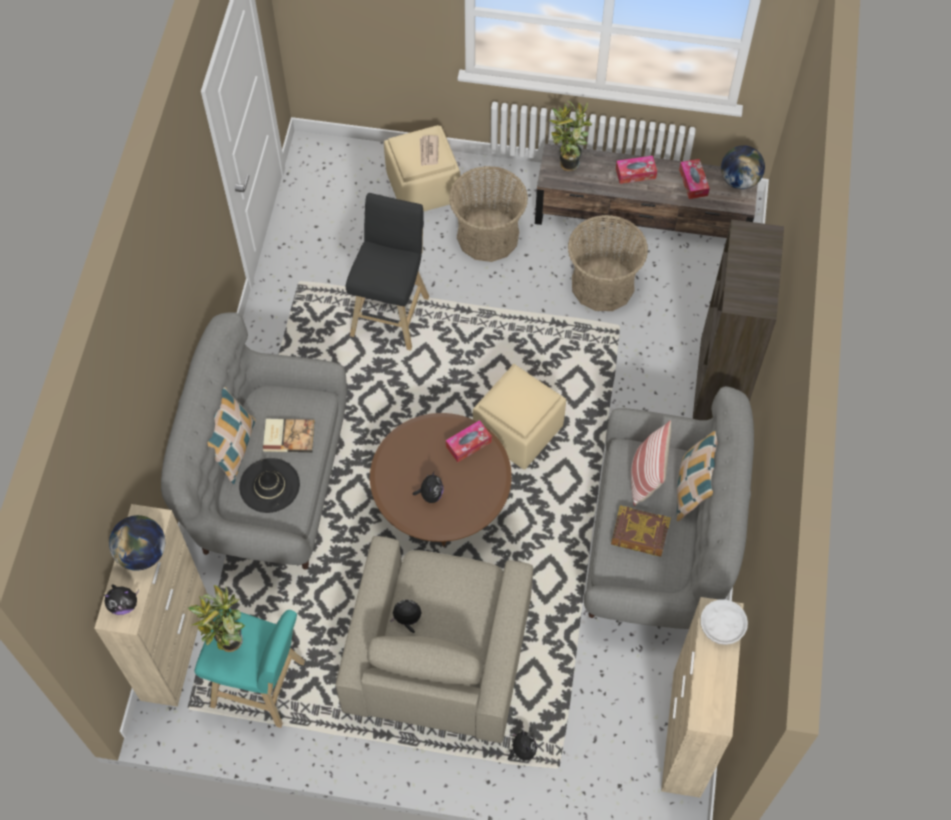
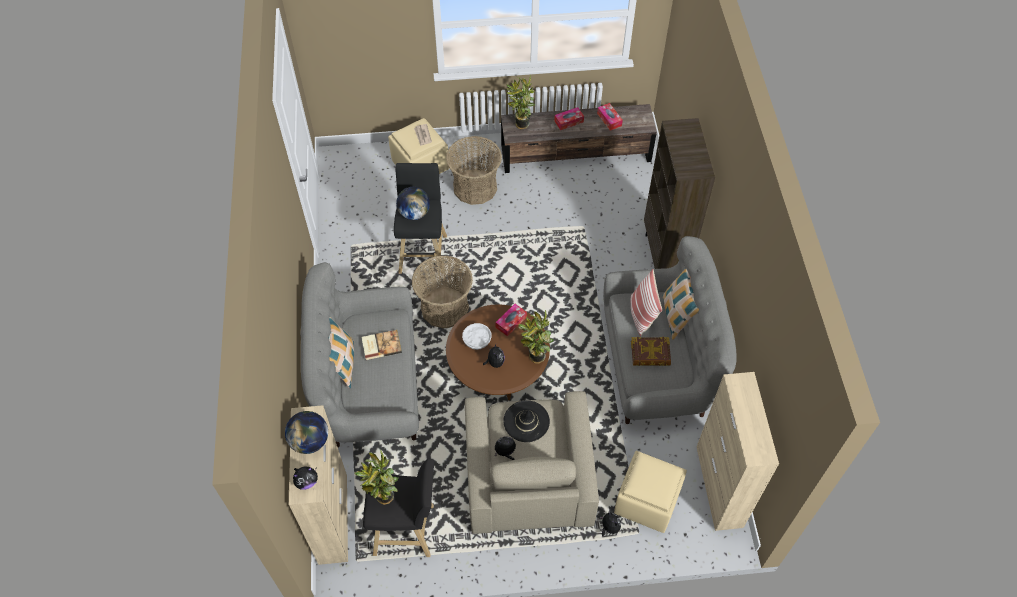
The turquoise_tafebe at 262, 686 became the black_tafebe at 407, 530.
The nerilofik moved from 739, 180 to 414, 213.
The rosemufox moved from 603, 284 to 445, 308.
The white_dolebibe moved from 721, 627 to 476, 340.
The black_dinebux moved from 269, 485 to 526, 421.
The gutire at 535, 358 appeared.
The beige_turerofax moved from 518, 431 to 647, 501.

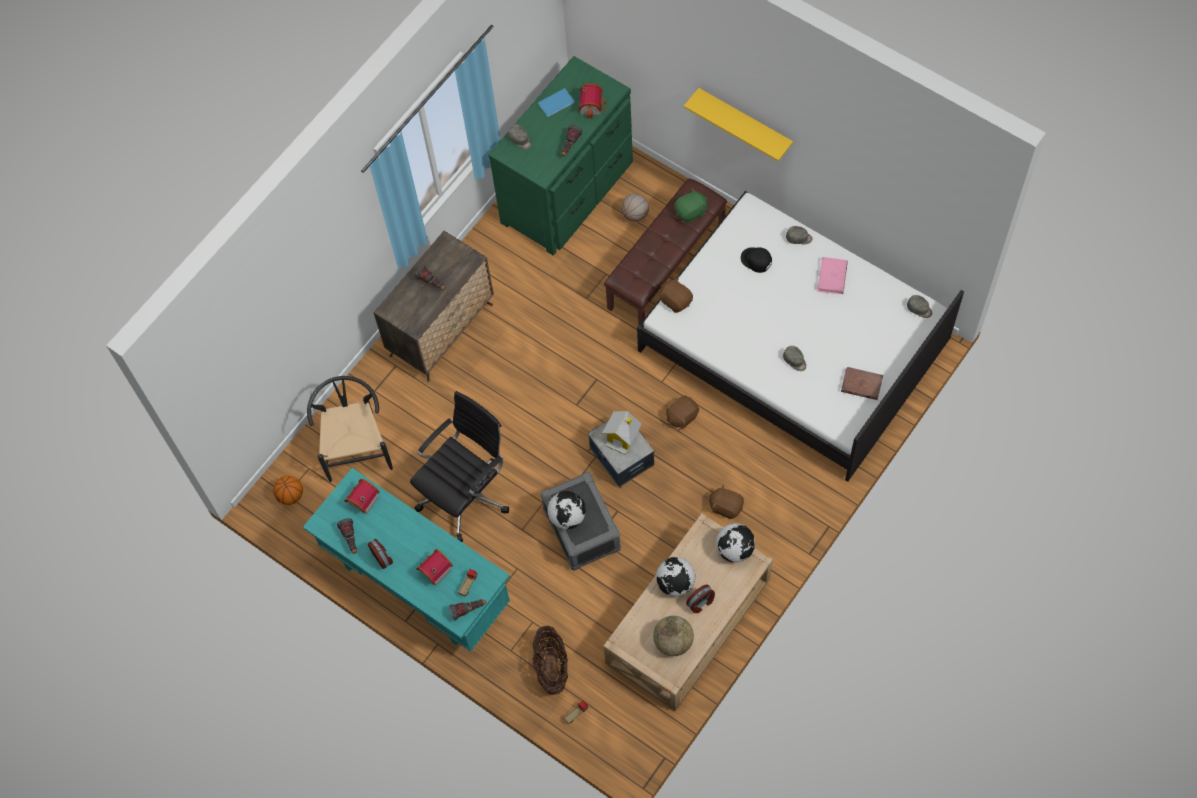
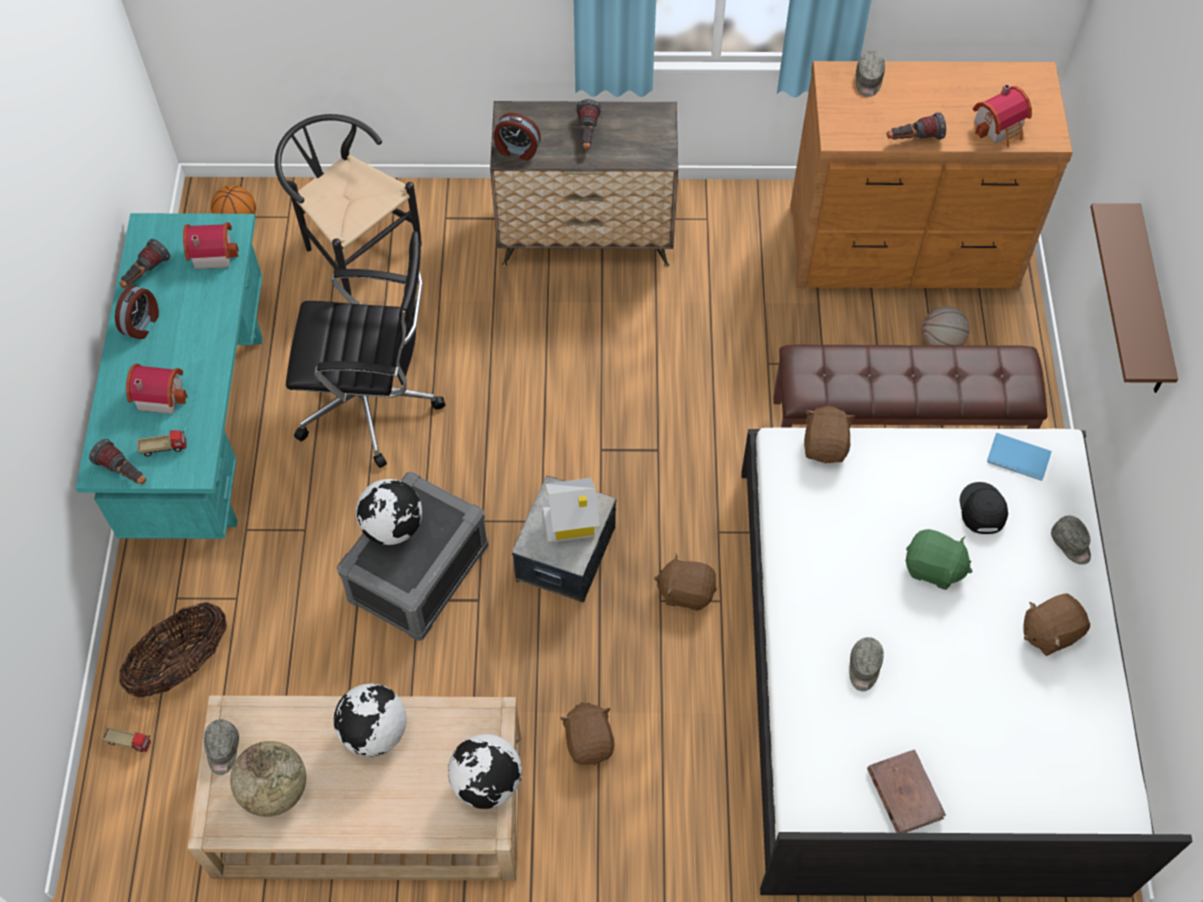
The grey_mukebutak moved from 919, 309 to 222, 750.
The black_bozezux at 356, 447 turned 90 degrees counterclockwise.
The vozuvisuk moved from 701, 603 to 517, 150.
The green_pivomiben at 569, 192 became the brown_pivomiben at 904, 249.
The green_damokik moved from 691, 212 to 933, 568.
The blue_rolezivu moved from 557, 103 to 1019, 459.
The pink_rolezivu at 832, 277 was replaced by the brown_damokik at 1049, 632.
The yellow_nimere at 744, 122 became the brown_nimere at 1150, 305.

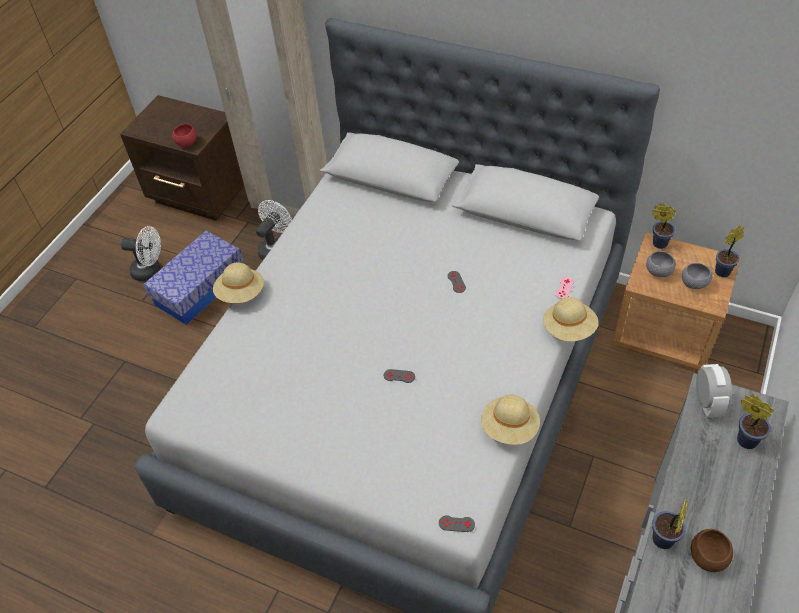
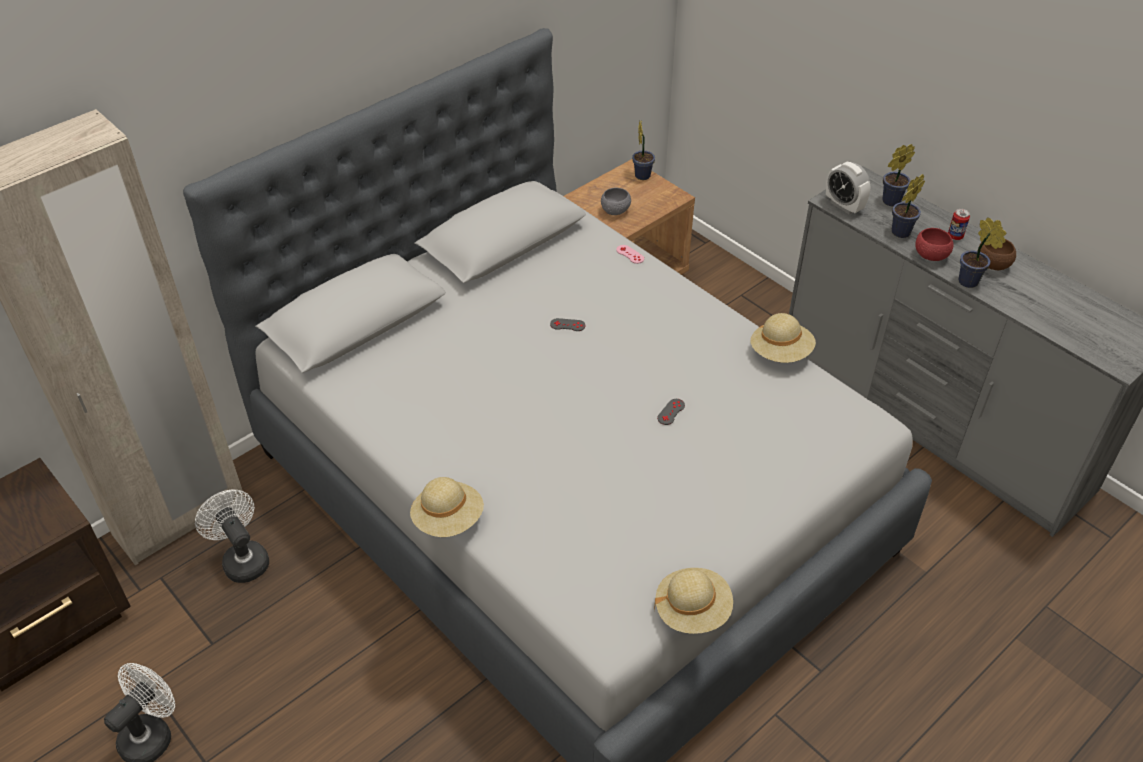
The beige_dinebux moved from 569, 329 to 692, 610.
The vozuvisuk at 706, 403 turned 150 degrees counterclockwise.
The gutire moved from 657, 243 to 899, 233.
The red_dolebibe moved from 187, 143 to 931, 256.
The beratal at 955, 236 appeared.
The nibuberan at 200, 288 disappeared.
The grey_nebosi at 456, 523 disappeared.
The grey_dolebibe at 694, 283 disappeared.

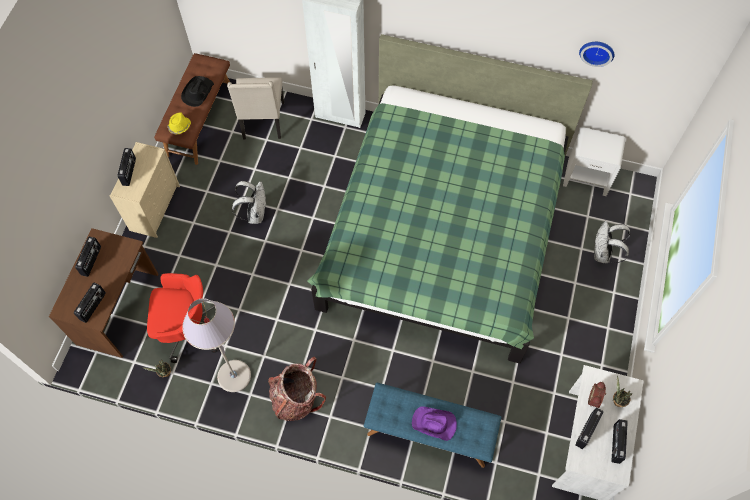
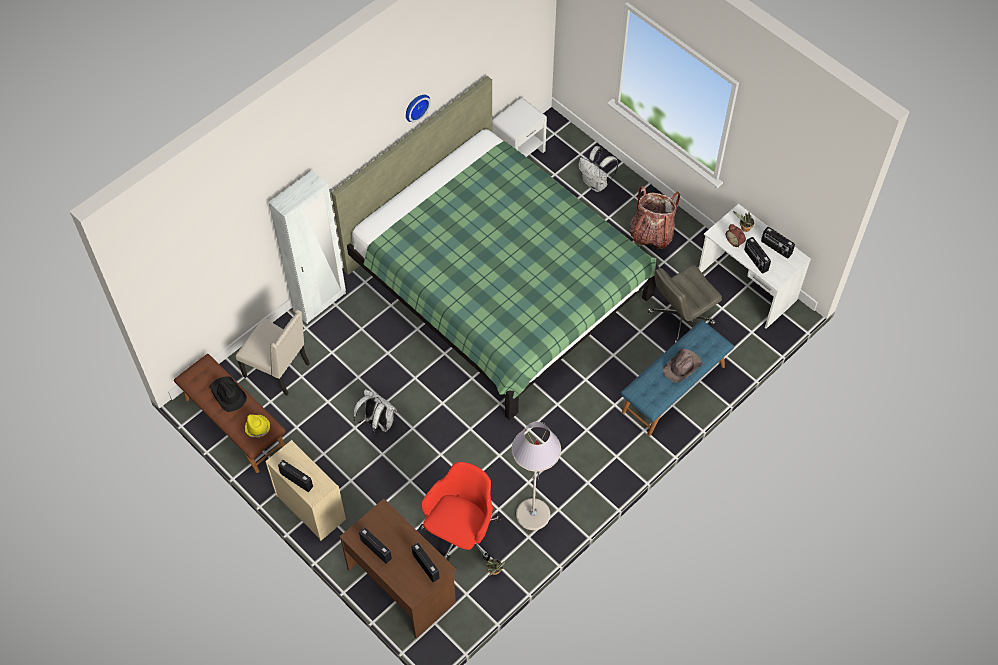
The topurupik moved from 597, 51 to 415, 106.
The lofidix moved from 296, 398 to 651, 234.
The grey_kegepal at 680, 318 appeared.
The purple_dinebux at 434, 424 became the brown_dinebux at 682, 367.

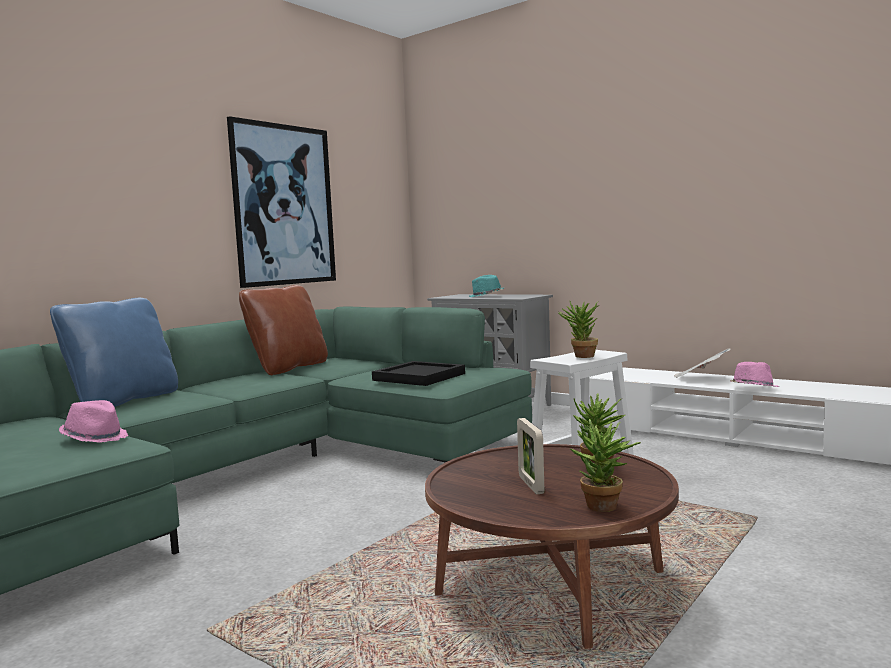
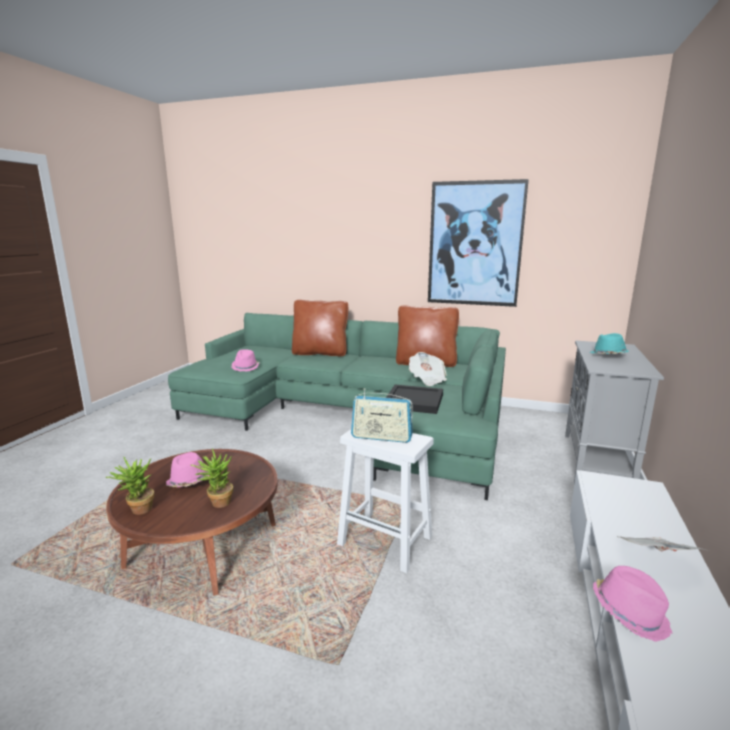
The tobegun at 531, 485 was replaced by the pink_dinebux at 189, 482.
The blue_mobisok at 123, 401 became the brown_mobisok at 320, 353.
The gutire at 580, 356 was replaced by the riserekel at 381, 437.
The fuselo at 427, 379 appeared.

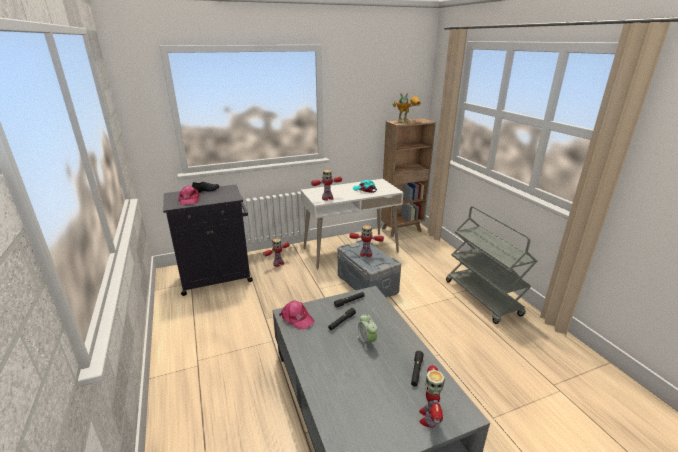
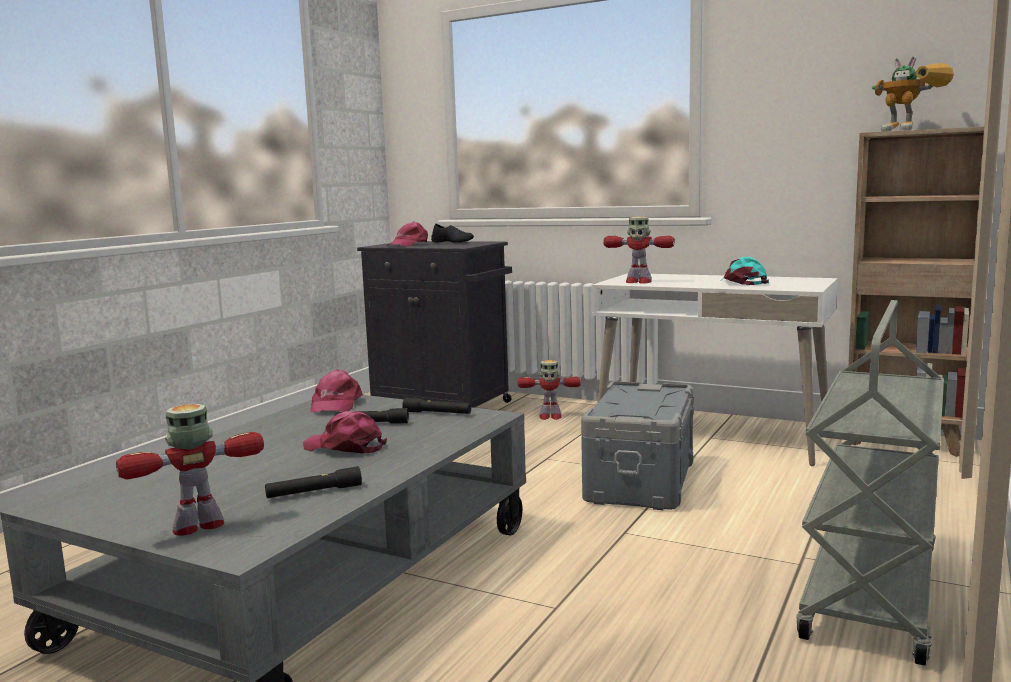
The vozuvisuk at 366, 341 was replaced by the pink_mukebutak at 345, 447.
The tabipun at 365, 254 disappeared.

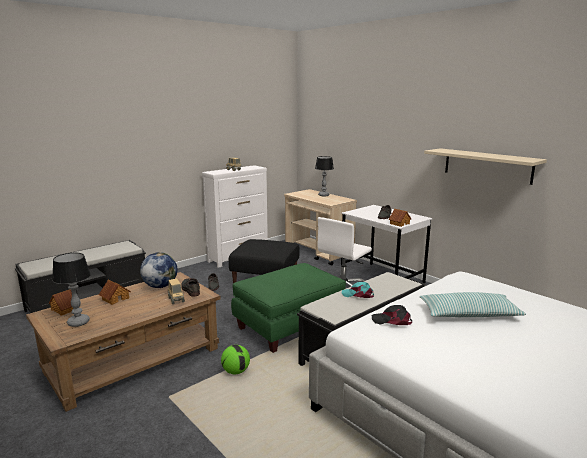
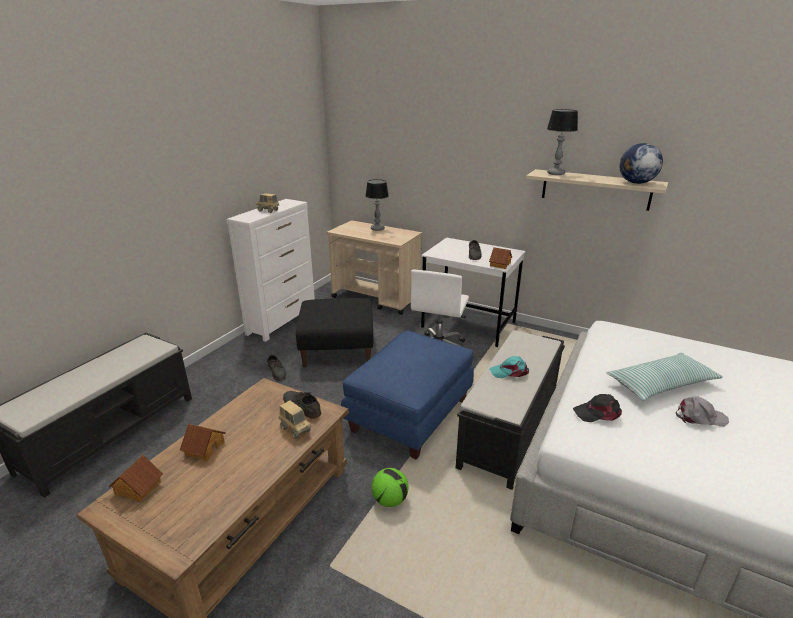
The green_turerofax at 289, 327 became the blue_turerofax at 410, 415.
The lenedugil moved from 78, 322 to 555, 173.
The nerilofik moved from 160, 286 to 636, 183.
The grey_mukebutak at 699, 417 appeared.

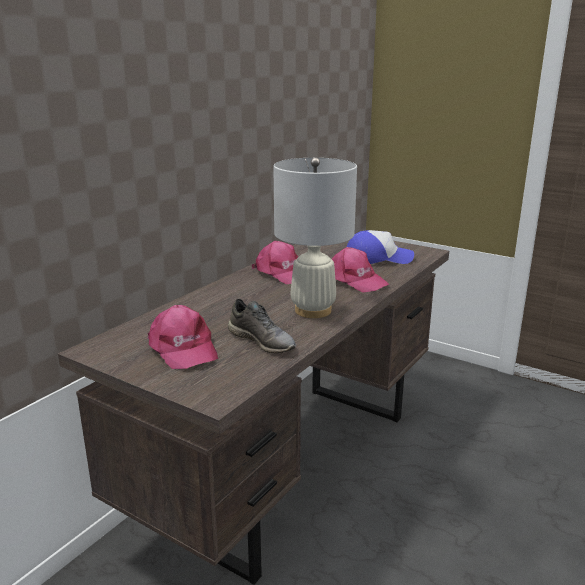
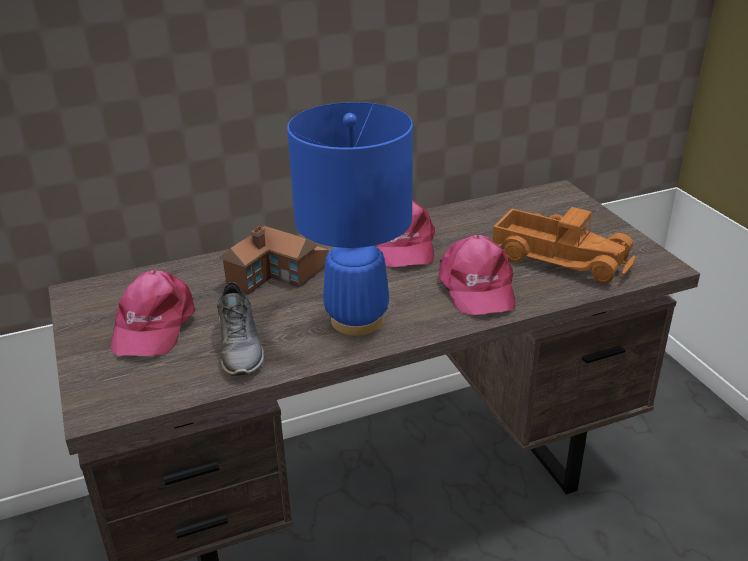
The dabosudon at 278, 274 appeared.
The white_lenedugil at 313, 310 became the blue_lenedugil at 357, 320.
The mukebutak at 377, 259 was replaced by the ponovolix at 561, 257.

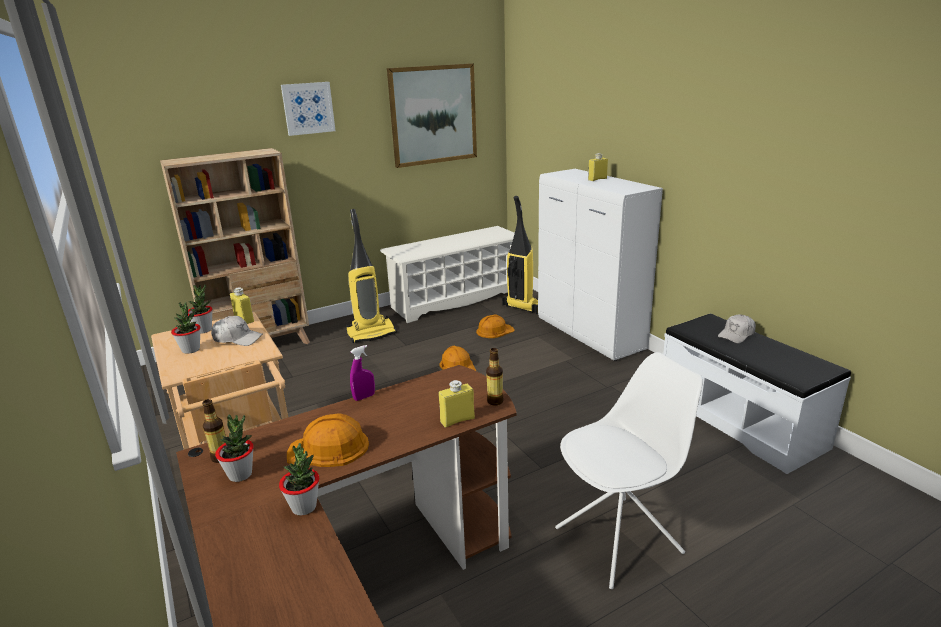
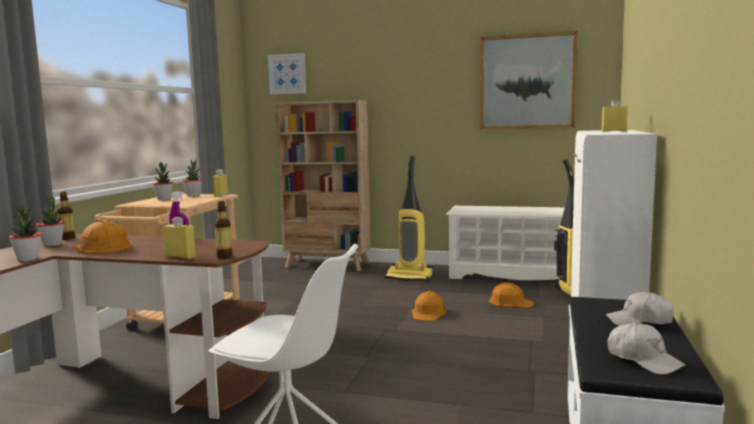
The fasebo moved from 308, 108 to 287, 74.
The white_mukebutak moved from 237, 339 to 644, 360.

